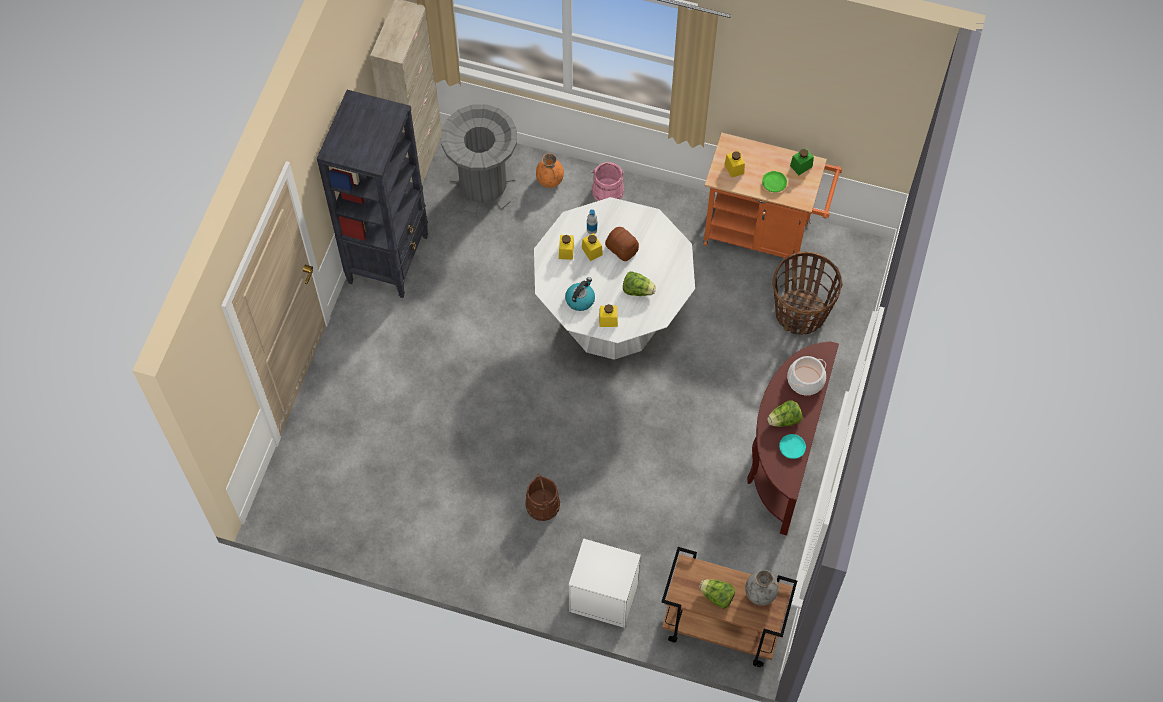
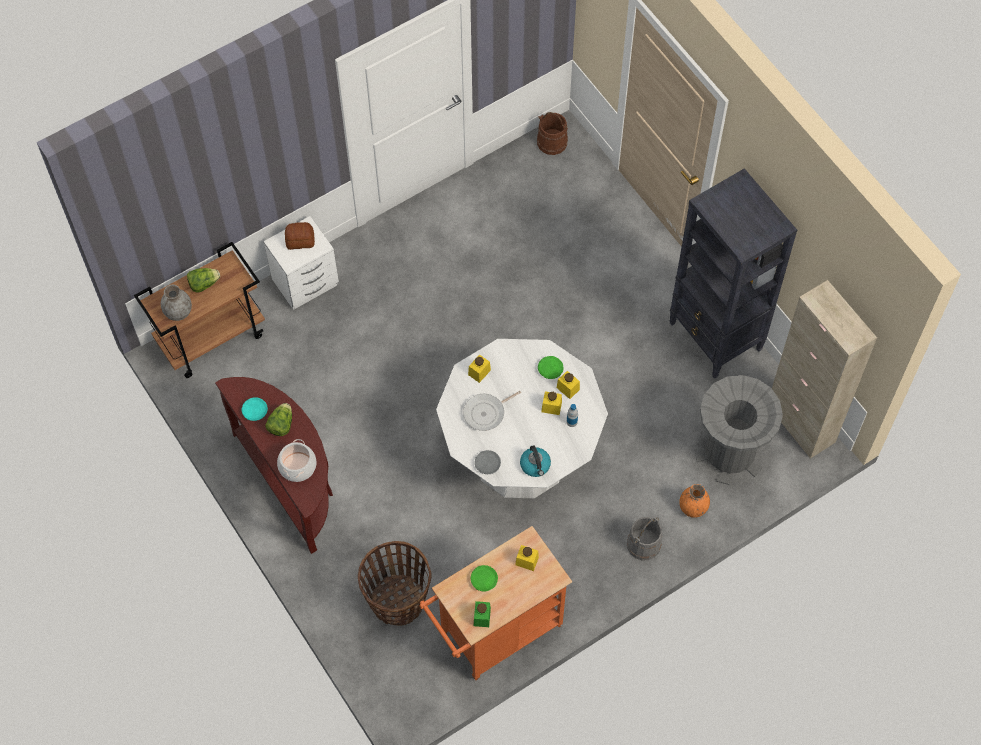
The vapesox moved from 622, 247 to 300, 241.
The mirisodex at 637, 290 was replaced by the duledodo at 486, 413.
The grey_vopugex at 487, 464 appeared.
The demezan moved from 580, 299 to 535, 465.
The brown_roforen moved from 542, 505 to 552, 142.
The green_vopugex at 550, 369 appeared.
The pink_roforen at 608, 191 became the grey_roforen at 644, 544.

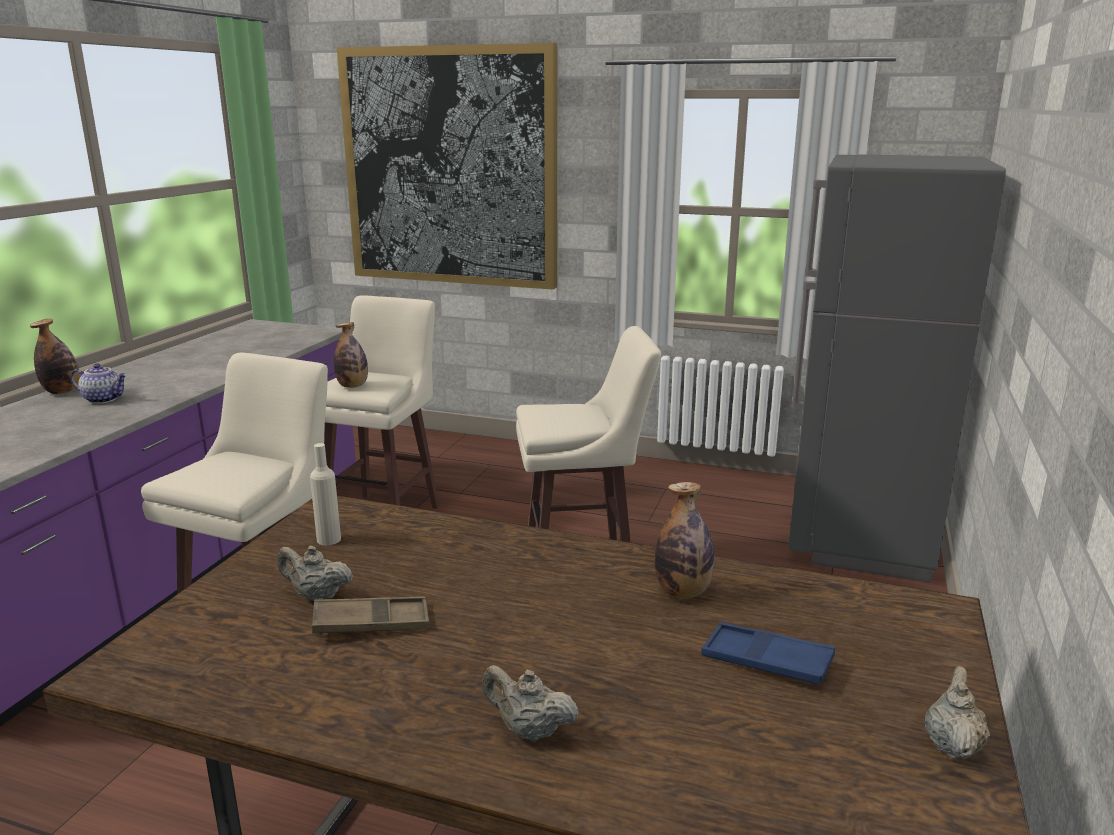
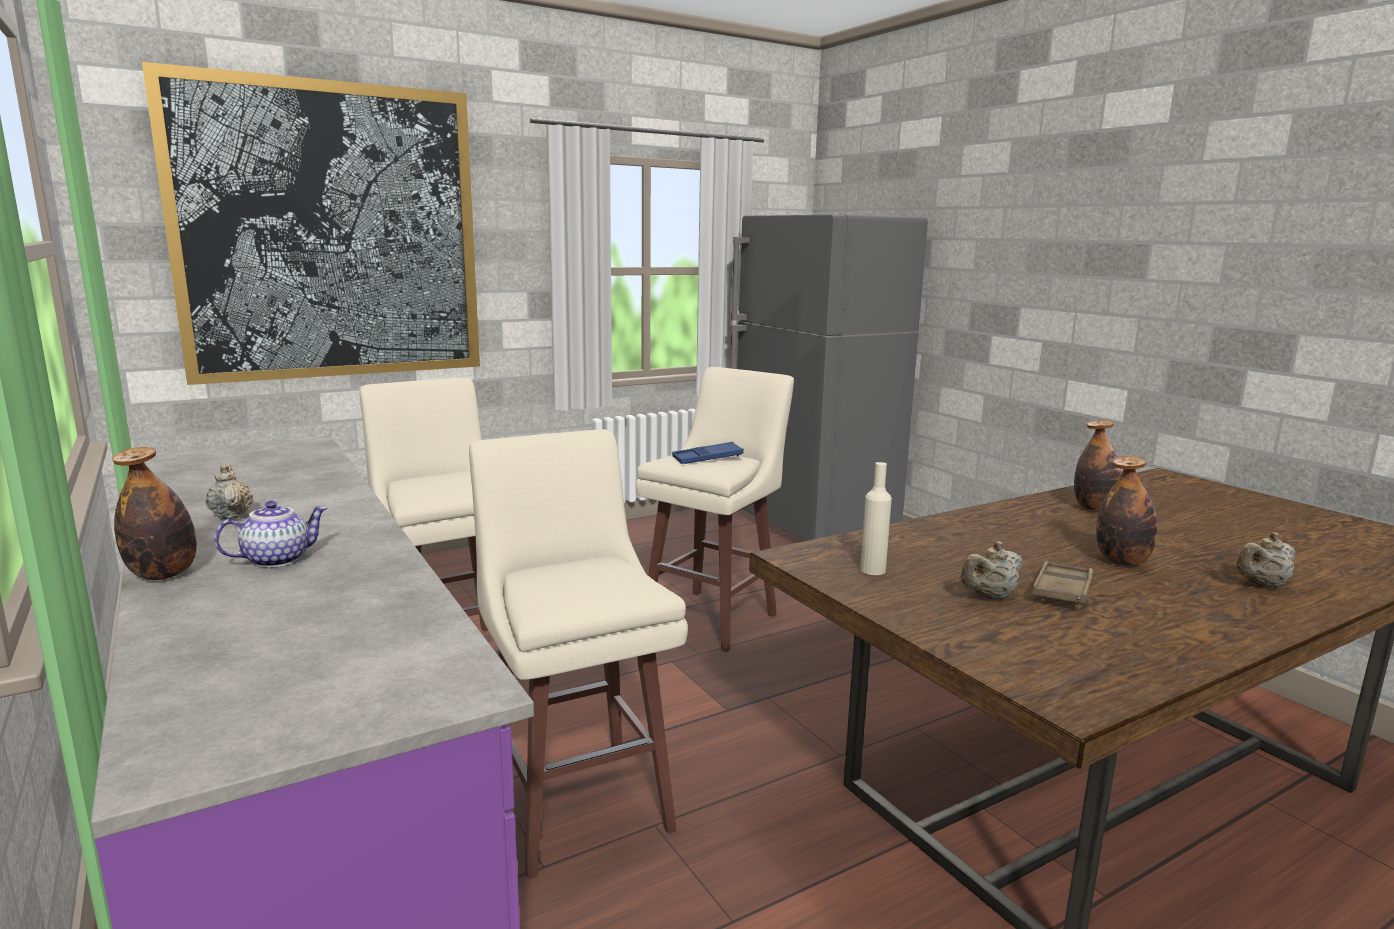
The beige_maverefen moved from 952, 745 to 231, 515.
The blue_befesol moved from 766, 661 to 707, 458.
The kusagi moved from 352, 386 to 1122, 561.

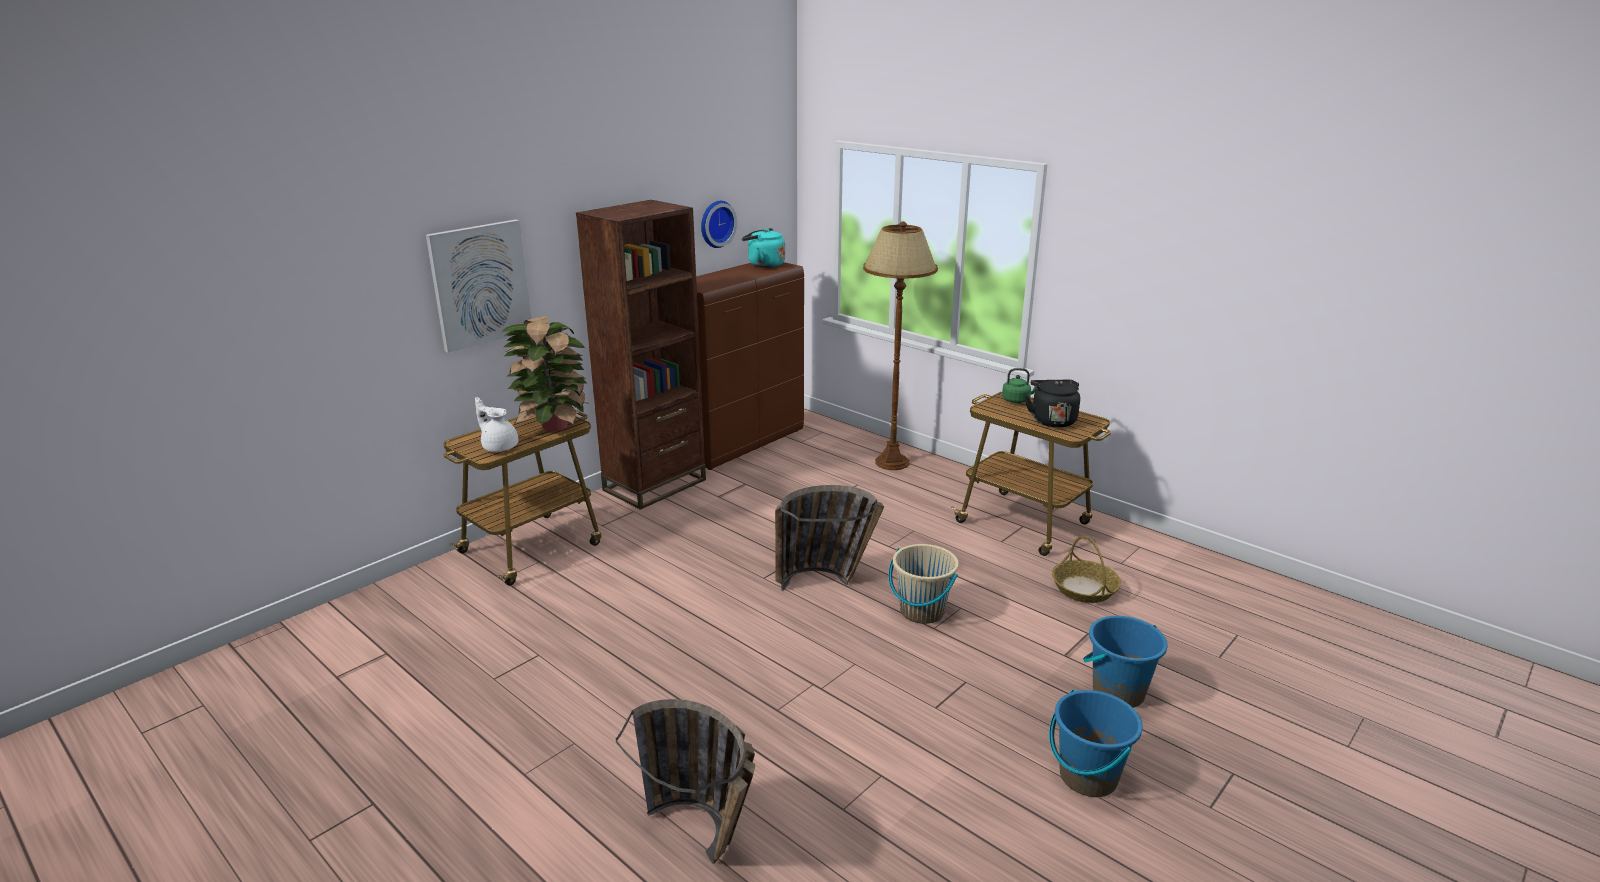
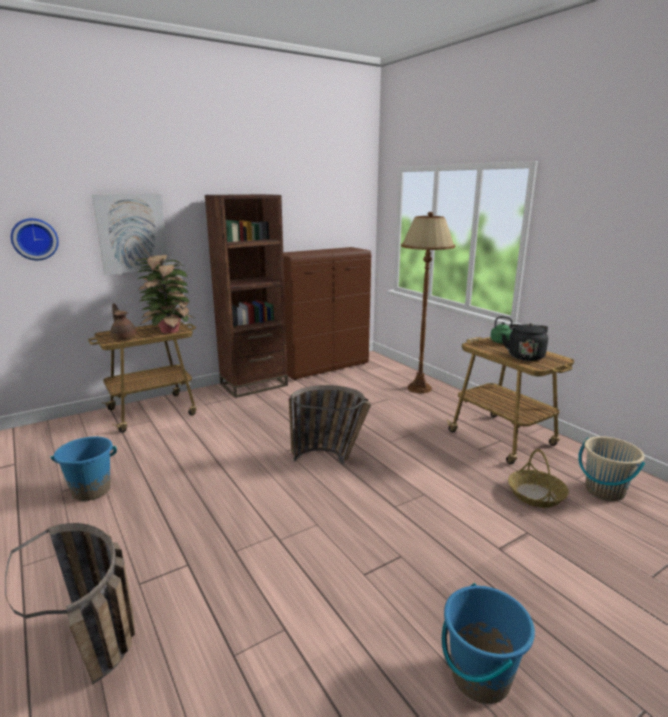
The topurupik moved from 715, 223 to 34, 239.
The blue_roforen moved from 1117, 692 to 91, 490.
The white_maverefen at 499, 446 became the brown_maverefen at 124, 337.
The beige_roforen moved from 922, 611 to 604, 491.
The turquoise_demezan at 764, 265 disappeared.

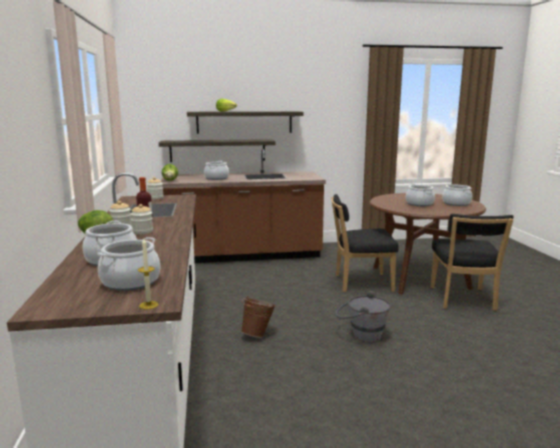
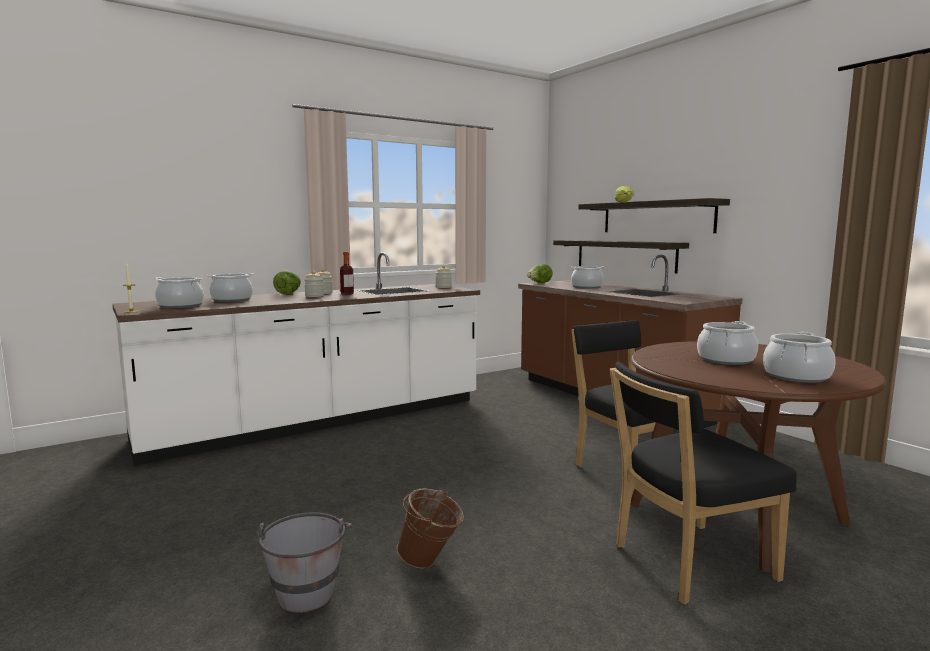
The grey_roforen moved from 361, 335 to 307, 588.
The brown_roforen moved from 258, 334 to 430, 563.

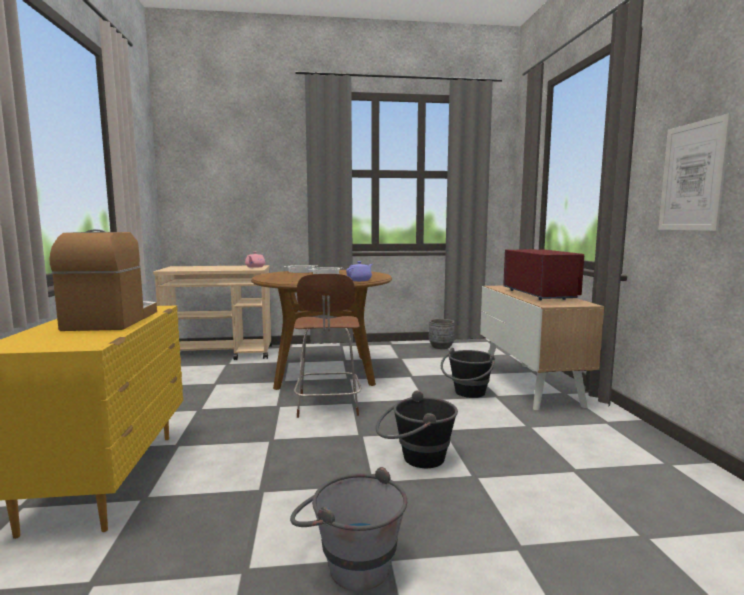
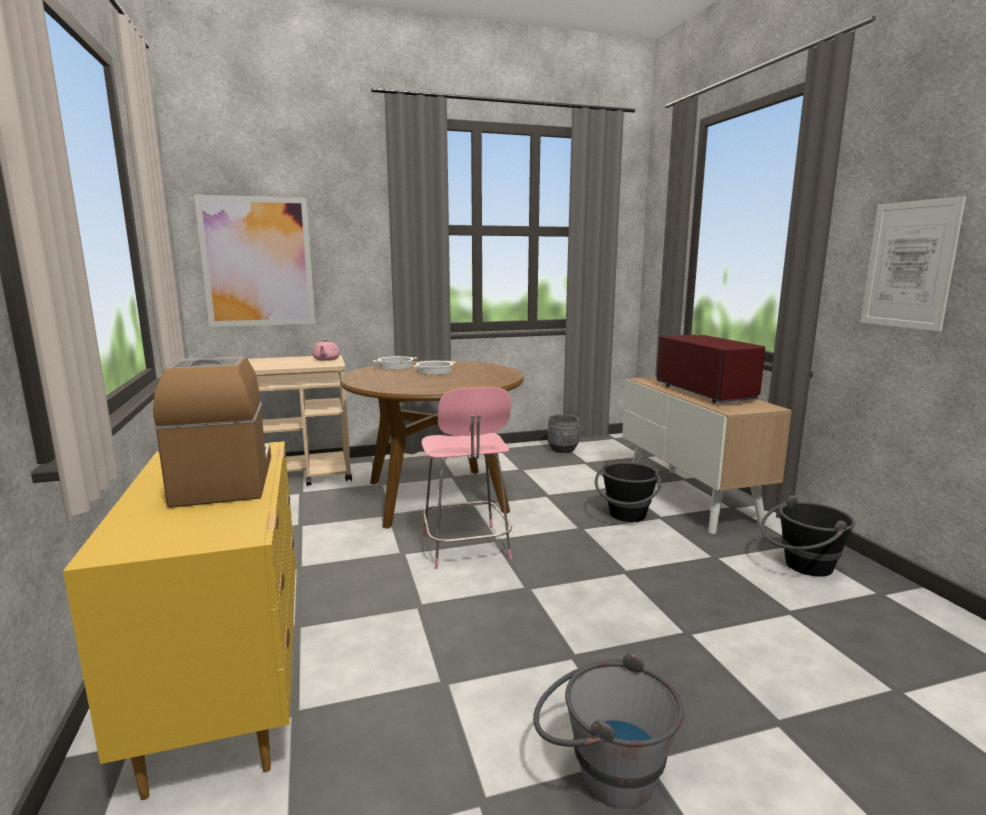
The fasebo at 258, 262 appeared.
The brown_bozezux at 328, 406 became the pink_bozezux at 466, 548.
The black_roforen moved from 415, 458 to 801, 567.
The purple_maverefen at 359, 280 disappeared.

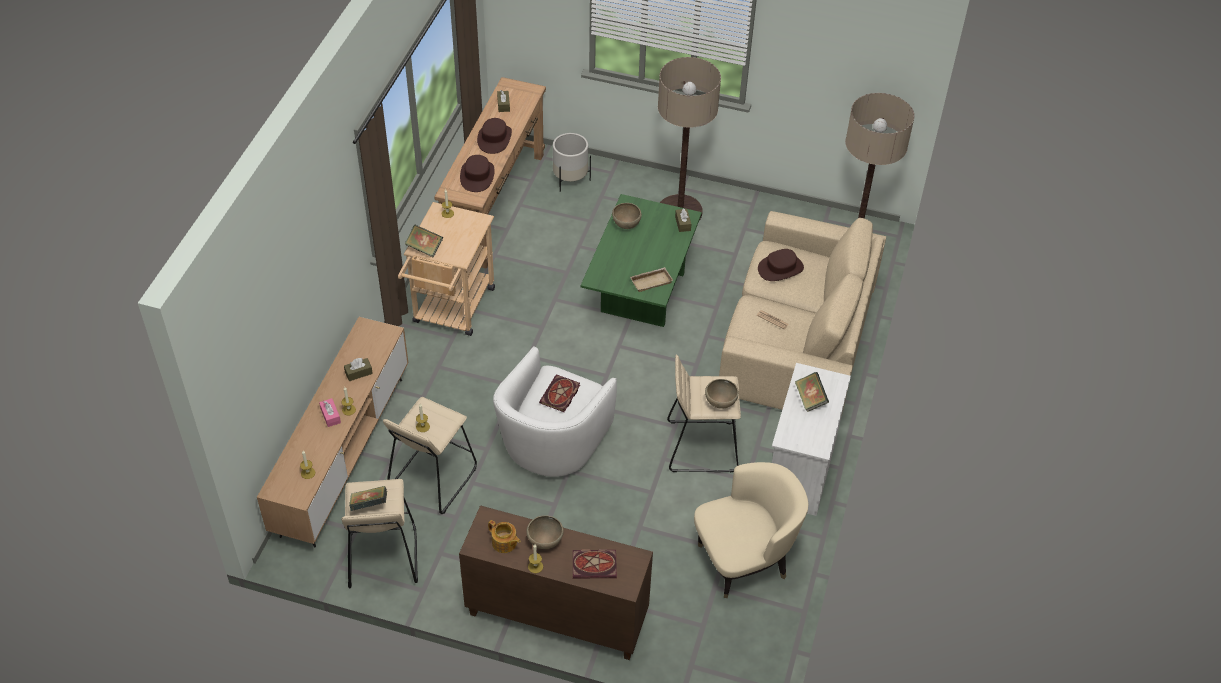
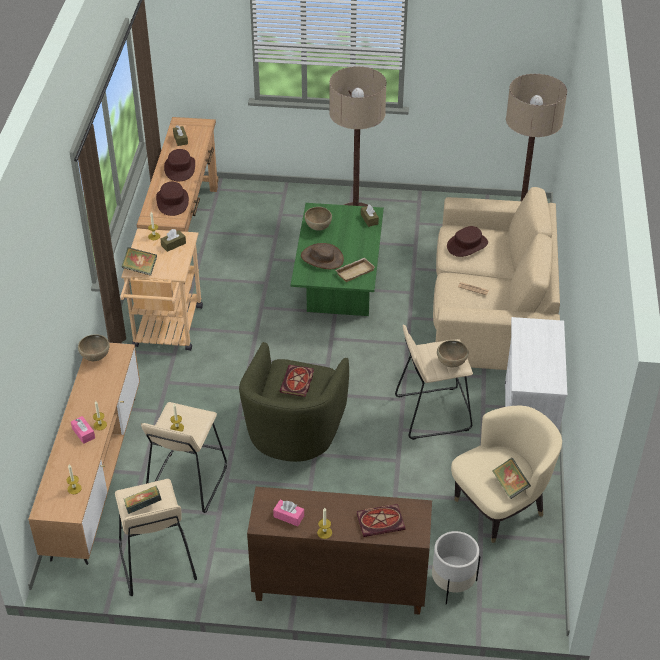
The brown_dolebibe moved from 545, 542 to 95, 357.
The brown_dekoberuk moved from 358, 373 to 173, 244.
The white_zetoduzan at 552, 444 became the green_zetoduzan at 293, 433.
The maverefen at 504, 543 was replaced by the pink_dekoberuk at 289, 516.
The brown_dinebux at 322, 258 appeared.
The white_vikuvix moved from 570, 180 to 452, 584.
The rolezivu moved from 810, 399 to 510, 485.

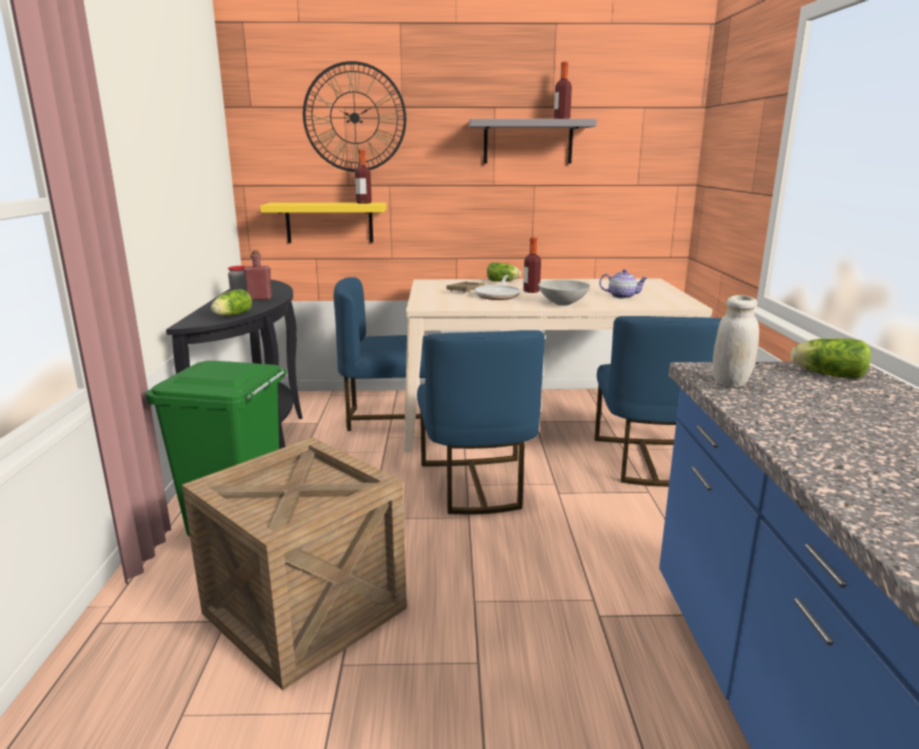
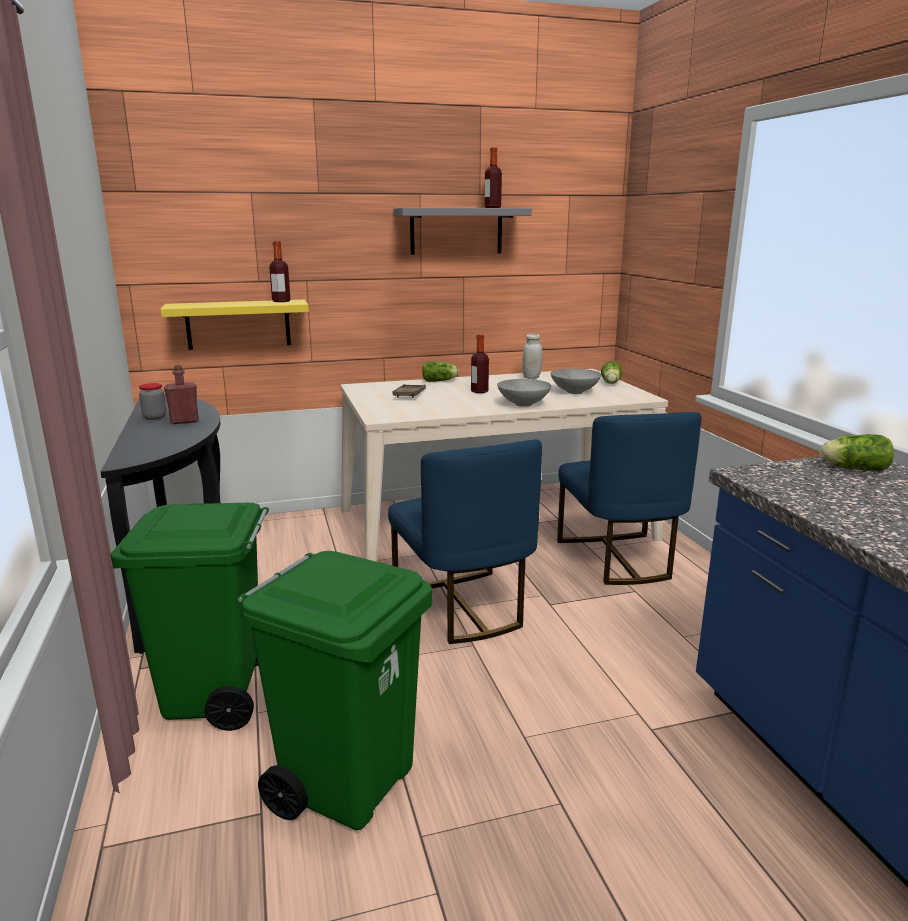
The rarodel at 304, 610 was replaced by the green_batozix at 348, 782.
The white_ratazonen moved from 730, 382 to 531, 377.
The maverefen at 622, 296 was replaced by the grey_dolebibe at 574, 392.
The mirisodex moved from 231, 315 to 610, 383.
The topurupik at 354, 118 disappeared.
The blue_bozezux at 391, 418 disappeared.
The duledodo at 498, 295 disappeared.

